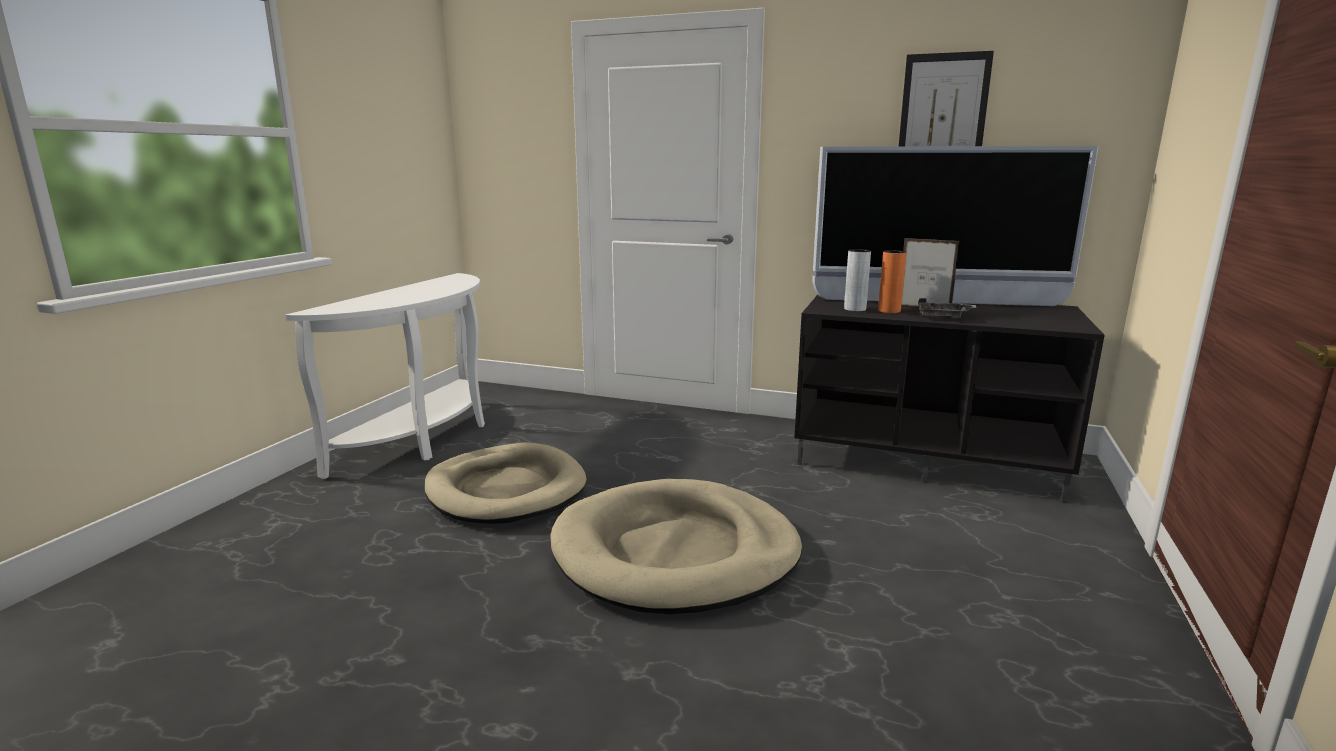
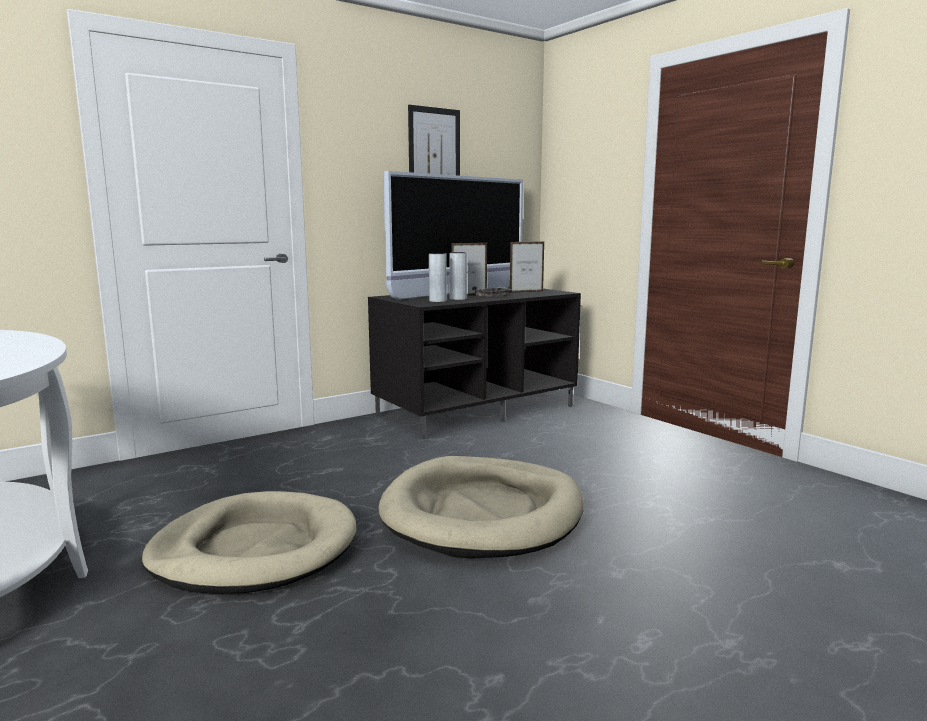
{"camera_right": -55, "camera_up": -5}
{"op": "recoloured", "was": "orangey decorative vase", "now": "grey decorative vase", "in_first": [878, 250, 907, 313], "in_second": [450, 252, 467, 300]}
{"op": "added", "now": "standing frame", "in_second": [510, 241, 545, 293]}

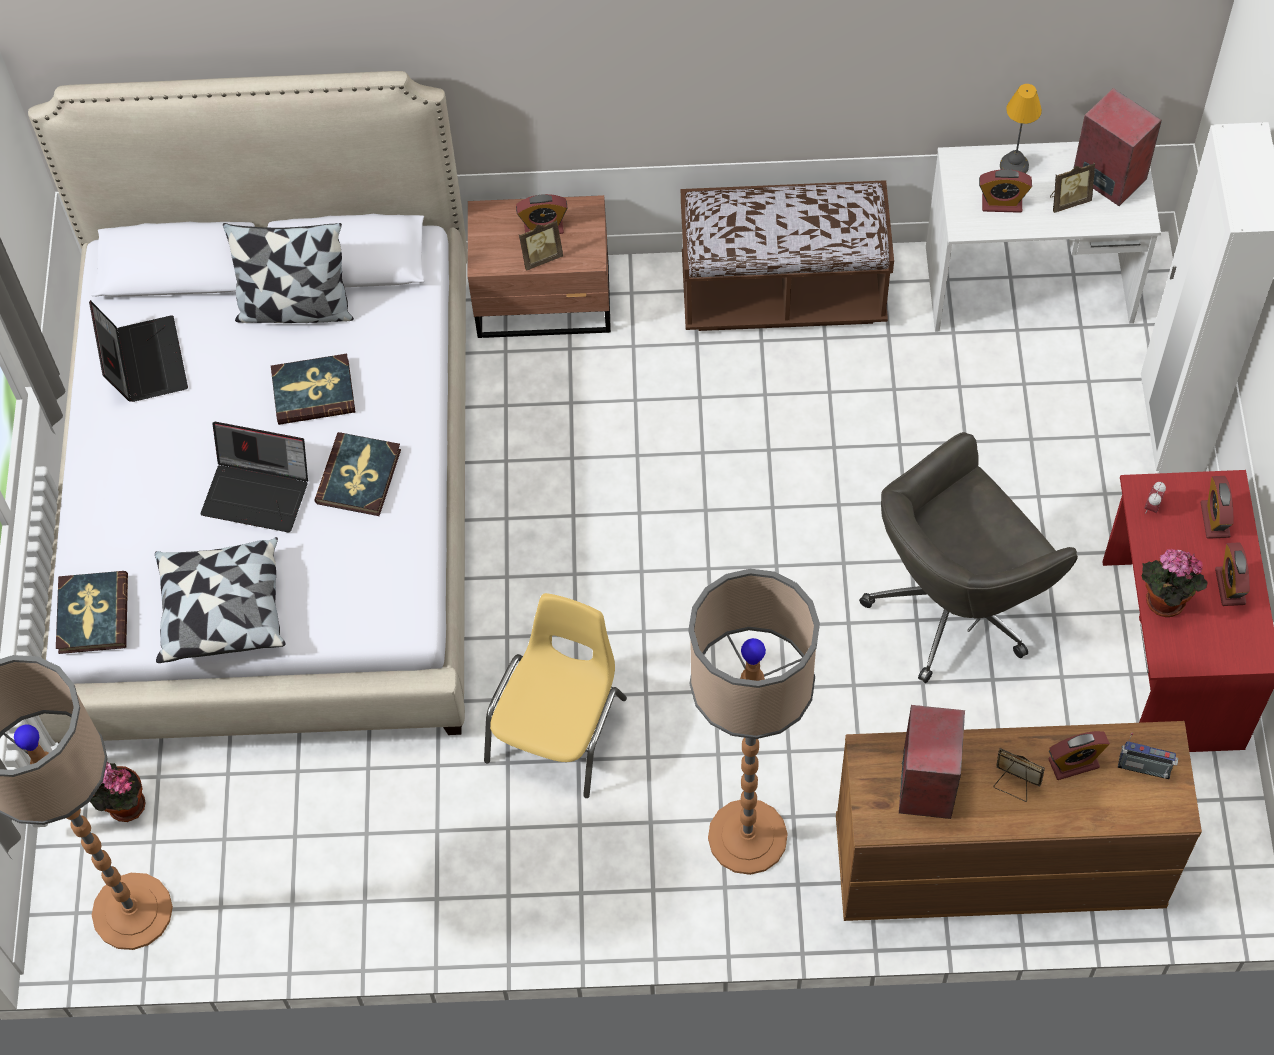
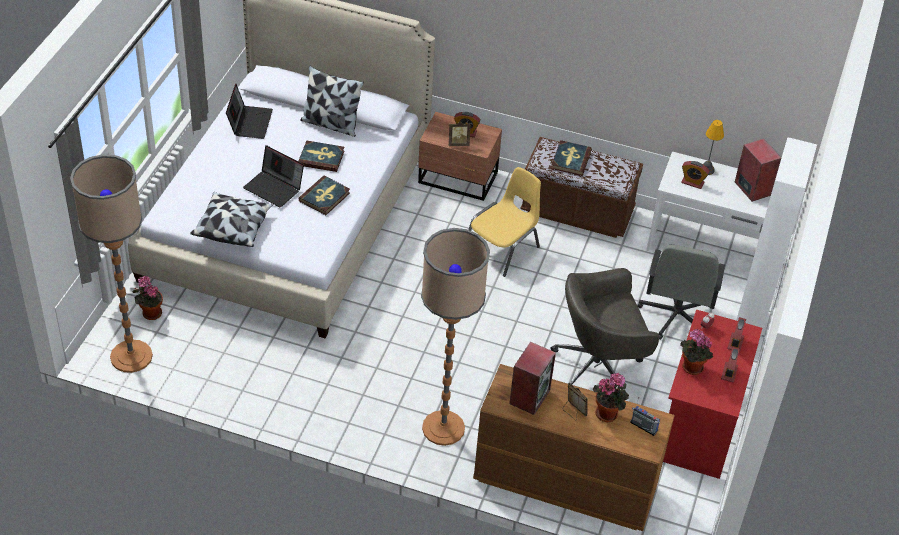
{"camera_right": 15, "camera_up": -15}
{"op": "moved", "was": "book", "in_first": [56, 571, 128, 654], "in_second": [551, 140, 592, 176]}
{"op": "moved", "was": "yellowish upright chair", "in_first": [484, 593, 627, 798], "in_second": [468, 167, 541, 277]}
{"op": "replaced", "was": "bedside clock", "now": "houseplant", "in_first": [1049, 731, 1110, 780], "in_second": [593, 373, 629, 422]}
{"op": "removed", "was": "standing frame", "in_first": [1050, 163, 1095, 213]}
{"op": "added", "now": "grey office chair", "in_second": [637, 245, 725, 340]}

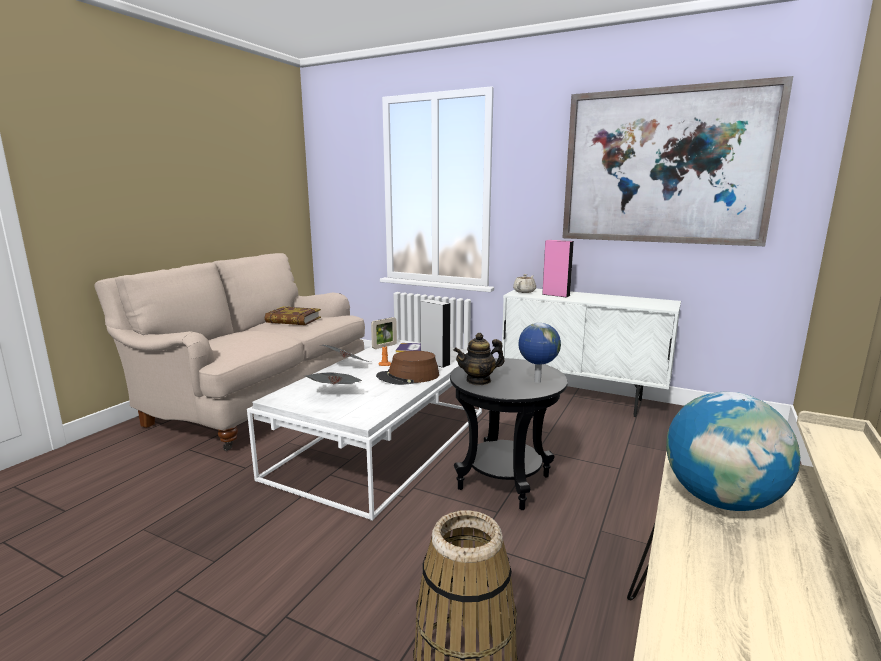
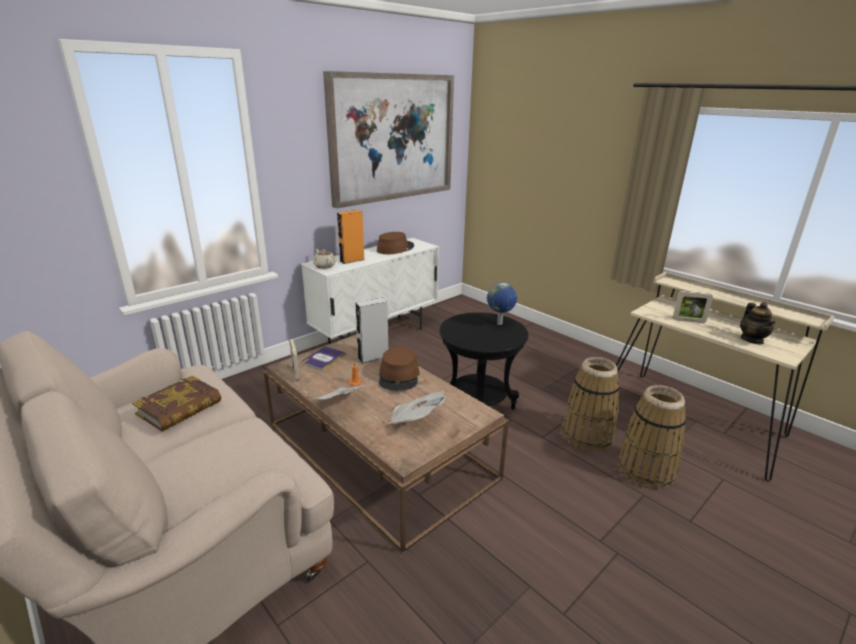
{"camera_right": -70, "camera_up": 10}
{"op": "recoloured", "was": "white-coloured lounge table", "now": "brown lounge table", "in_first": [247, 339, 482, 521], "in_second": [263, 334, 509, 553]}
{"op": "moved", "was": "tea pot", "in_first": [454, 333, 504, 385], "in_second": [740, 302, 775, 344]}
{"op": "recoloured", "was": "pink-coloured loudspeaker", "now": "orangey loudspeaker", "in_first": [542, 240, 574, 298], "in_second": [337, 210, 364, 264]}
{"op": "replaced", "was": "desk globe", "now": "standing frame", "in_first": [666, 391, 800, 511], "in_second": [673, 291, 713, 323]}
{"op": "added", "now": "brown wearable hat", "in_second": [377, 232, 414, 254]}
{"op": "added", "now": "storage basket", "in_second": [561, 357, 619, 452]}

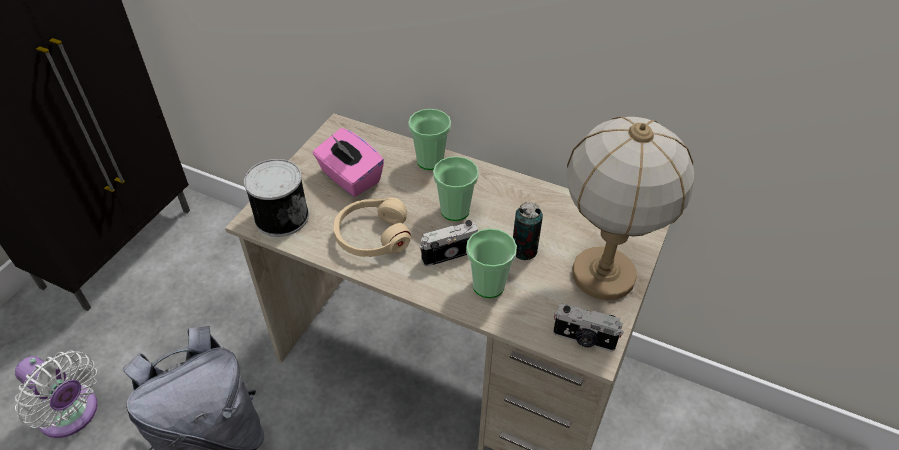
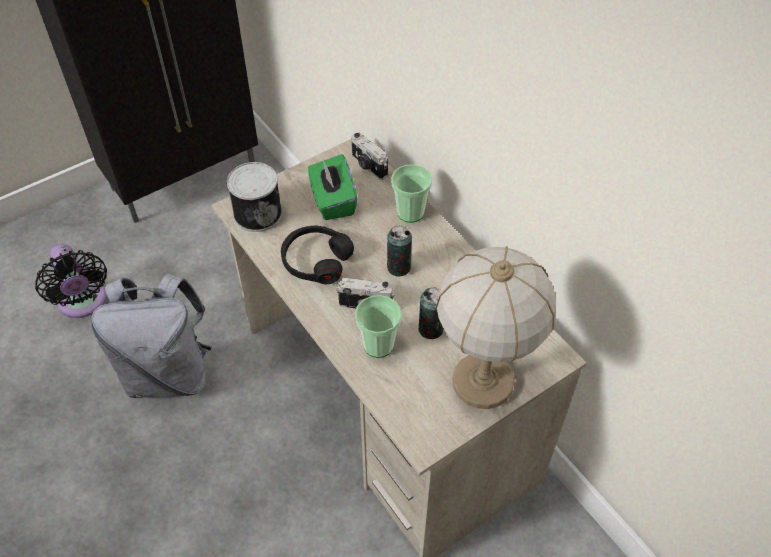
{"camera_right": 30, "camera_up": 5}
{"op": "recoloured", "was": "white-coloured cooling fan", "now": "black-coloured cooling fan", "in_first": [15, 350, 98, 438], "in_second": [35, 244, 107, 318]}
{"op": "recoloured", "was": "pink-coloured tissue holder", "now": "green tissue holder", "in_first": [313, 128, 384, 197], "in_second": [308, 154, 357, 220]}
{"op": "recoloured", "was": "beige-coloured headset", "now": "black-coloured headset", "in_first": [334, 198, 411, 257], "in_second": [281, 226, 354, 284]}
{"op": "replaced", "was": "small cup", "now": "metal can", "in_first": [433, 156, 479, 221], "in_second": [387, 225, 412, 277]}
{"op": "moved", "was": "still camera", "in_first": [553, 304, 624, 352], "in_second": [351, 132, 388, 180]}

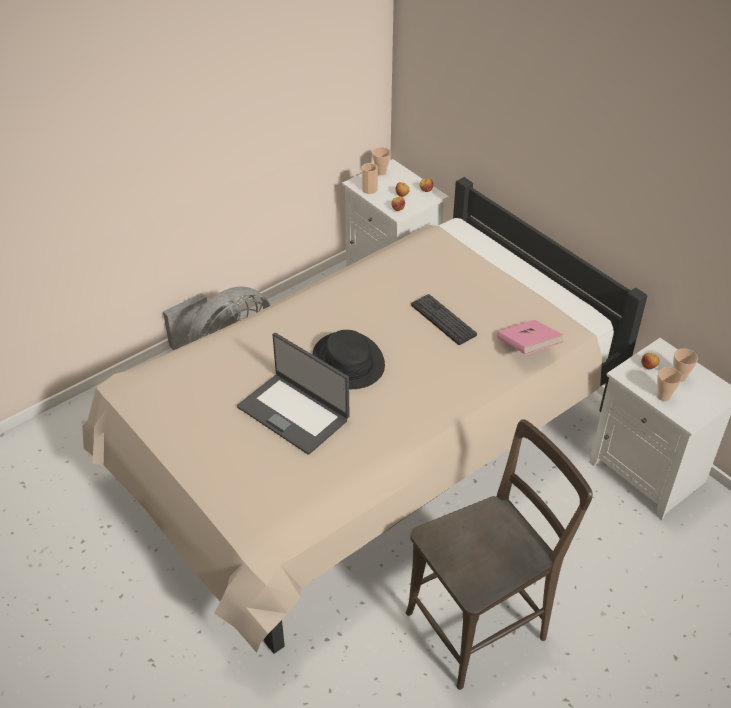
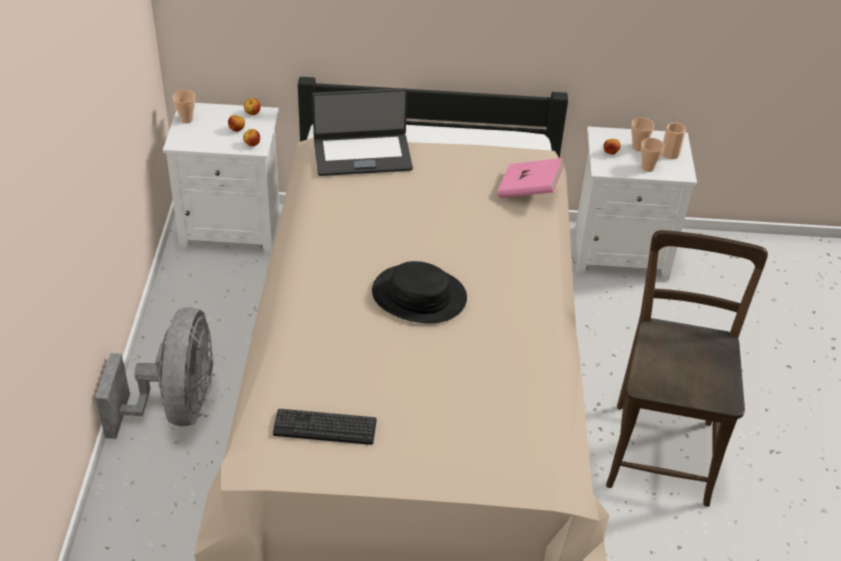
{"camera_right": -50, "camera_up": 0}
{"op": "moved", "was": "notebook computer", "in_first": [237, 333, 350, 455], "in_second": [312, 88, 413, 176]}
{"op": "moved", "was": "small cup", "in_first": [362, 163, 378, 194], "in_second": [662, 122, 686, 159]}
{"op": "moved", "was": "computer keyboard", "in_first": [411, 294, 477, 345], "in_second": [273, 409, 377, 445]}

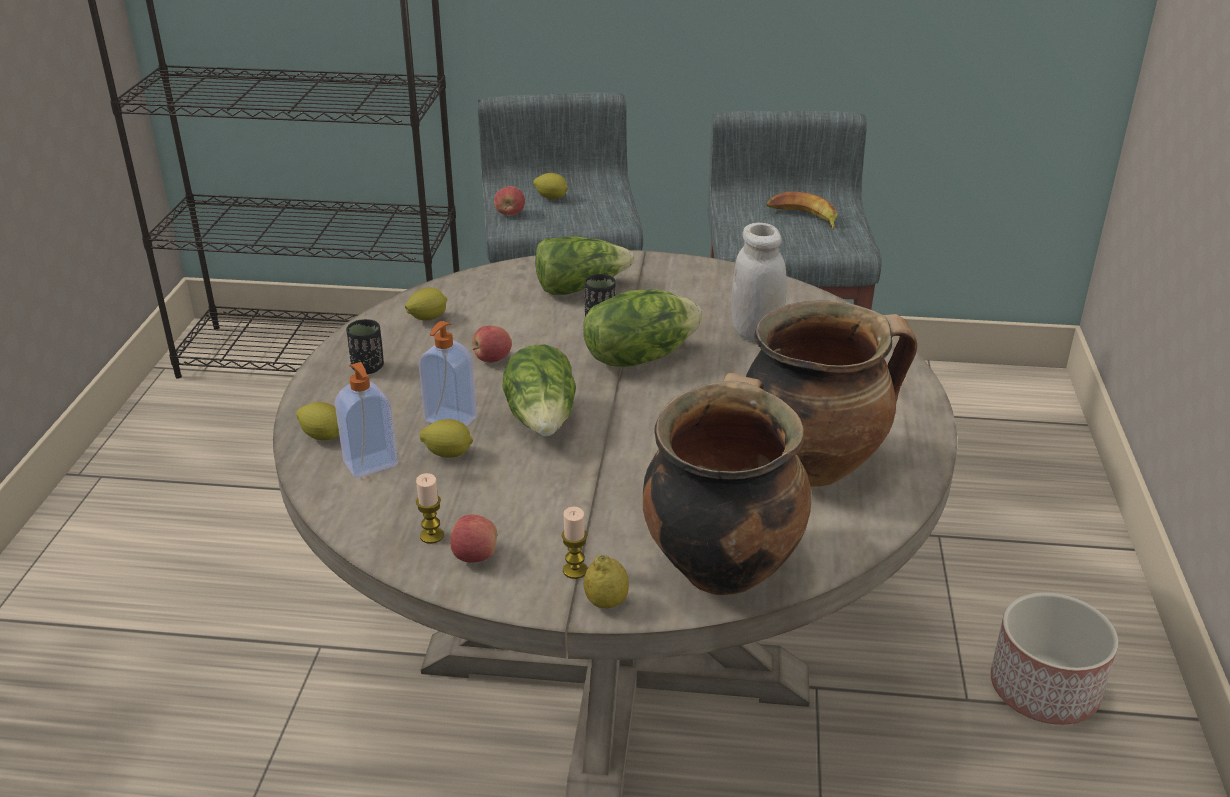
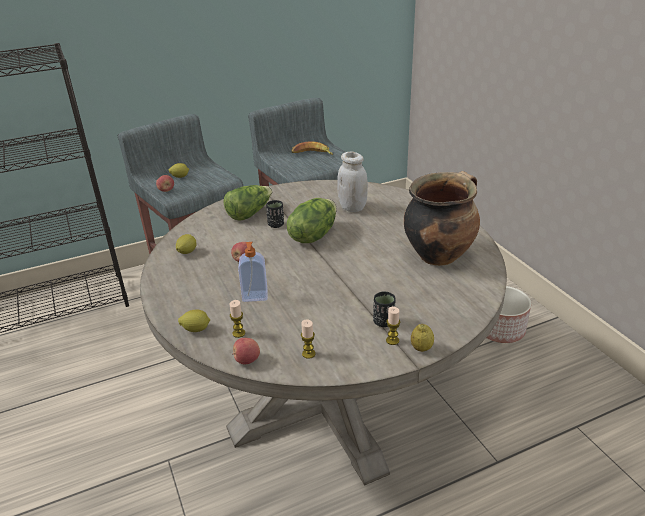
{"camera_right": -30, "camera_up": 0}
{"op": "replaced", "was": "liquid soap bottle", "now": "wax candle", "in_first": [335, 362, 398, 478], "in_second": [230, 300, 245, 338]}
{"op": "moved", "was": "black-coloured small cup", "in_first": [346, 319, 384, 374], "in_second": [373, 292, 396, 327]}
{"op": "removed", "was": "citrus fruit", "in_first": [420, 419, 473, 458]}
{"op": "moved", "was": "whole apple", "in_first": [450, 515, 497, 563], "in_second": [233, 338, 260, 365]}
{"op": "removed", "was": "lettuce head", "in_first": [502, 344, 576, 436]}
{"op": "removed", "was": "cooking pot", "in_first": [643, 373, 811, 596]}

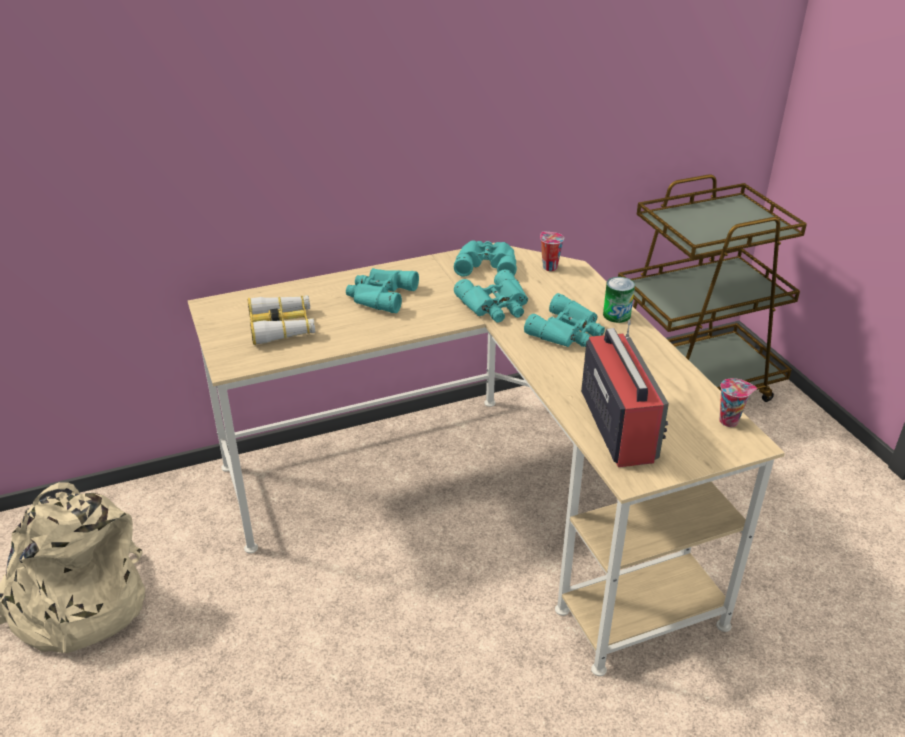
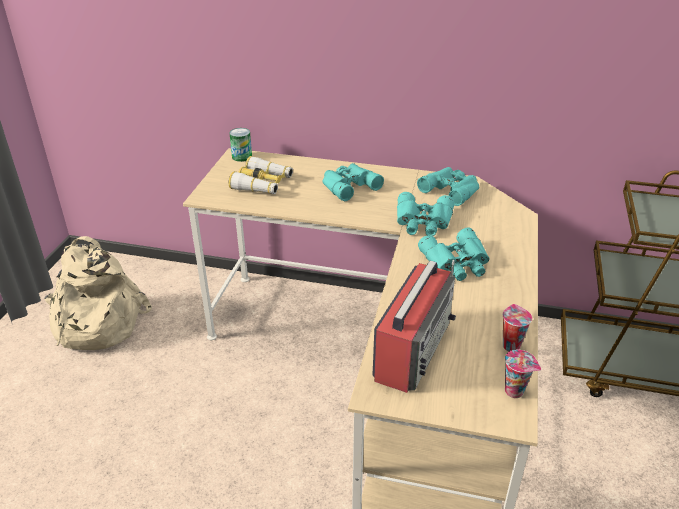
{"camera_right": 35, "camera_up": 0}
{"op": "moved", "was": "small cup", "in_first": [540, 232, 564, 271], "in_second": [503, 304, 532, 351]}
{"op": "moved", "was": "metal can", "in_first": [603, 277, 635, 323], "in_second": [229, 128, 252, 162]}

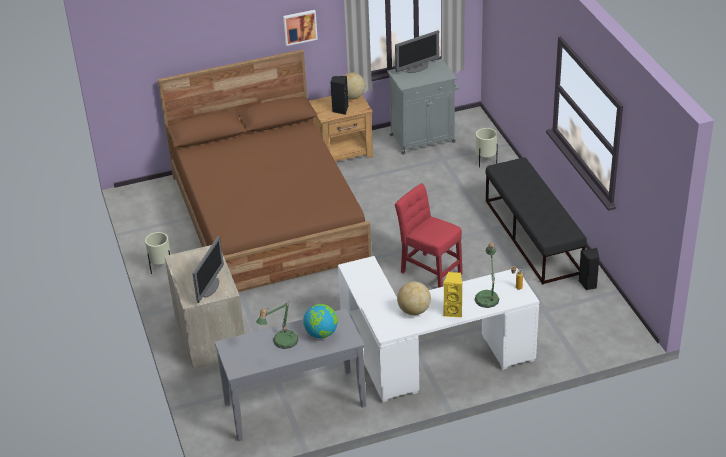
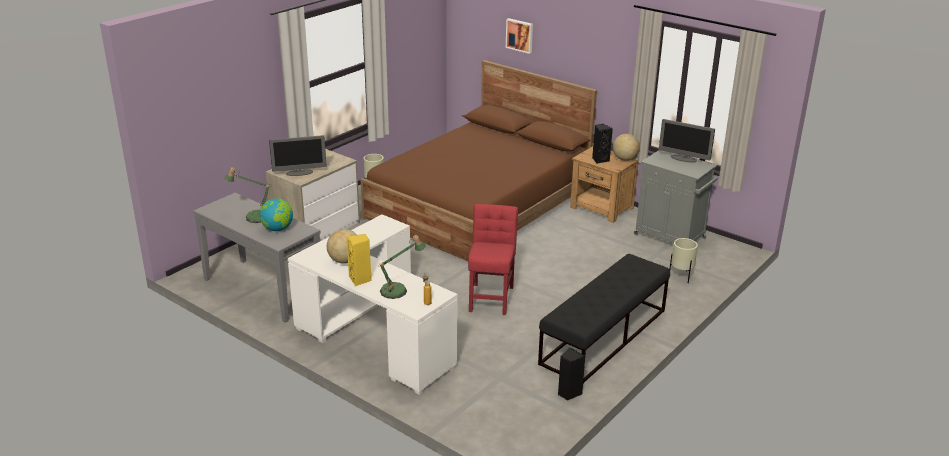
{"camera_right": 55, "camera_up": -10}
{"op": "moved", "was": "wall art", "in_first": [283, 10, 318, 46], "in_second": [506, 18, 533, 54]}

